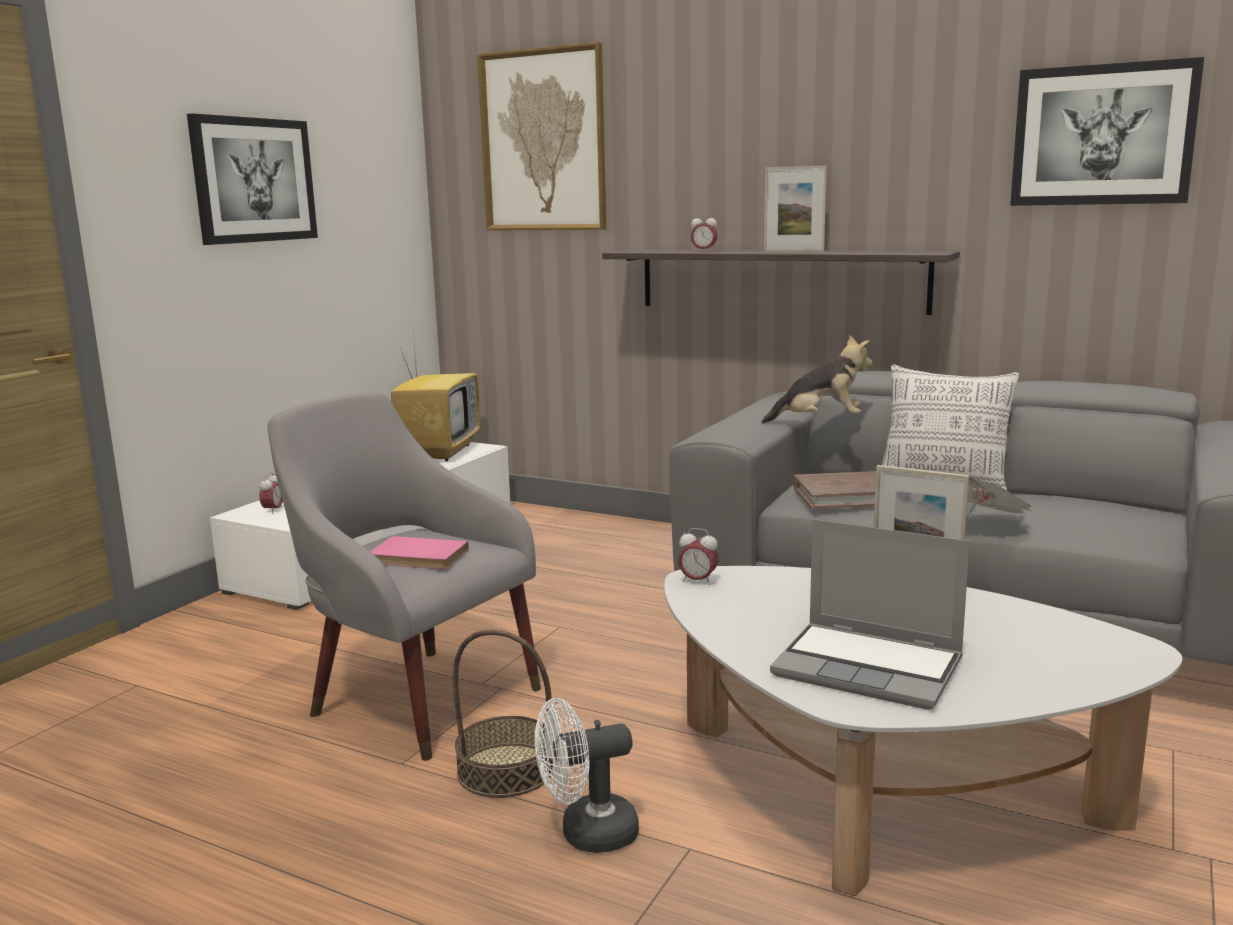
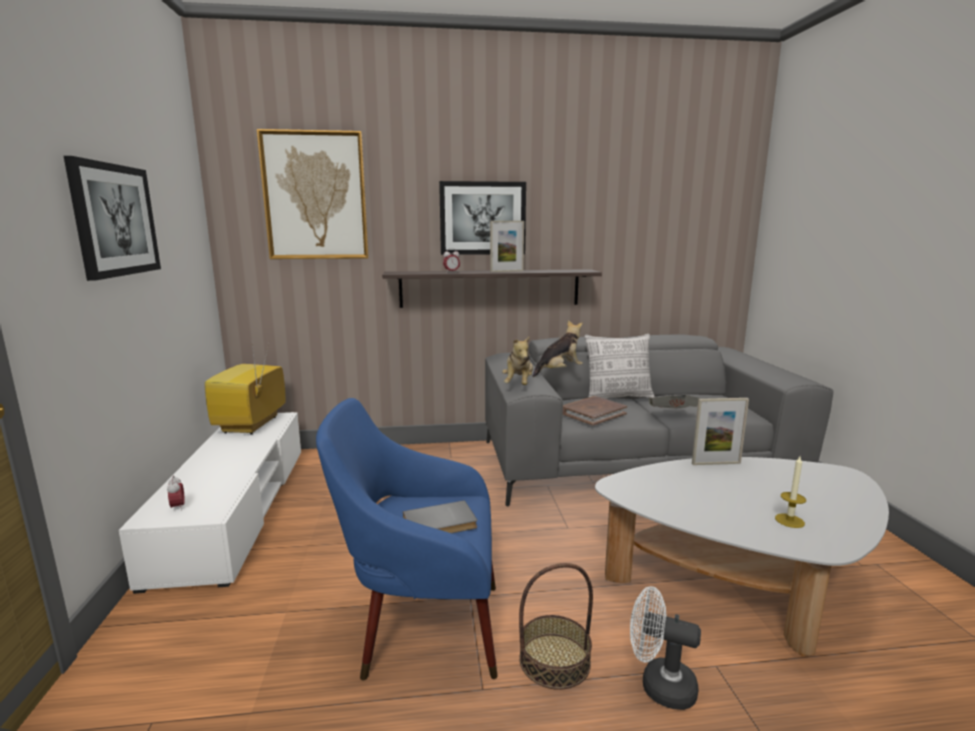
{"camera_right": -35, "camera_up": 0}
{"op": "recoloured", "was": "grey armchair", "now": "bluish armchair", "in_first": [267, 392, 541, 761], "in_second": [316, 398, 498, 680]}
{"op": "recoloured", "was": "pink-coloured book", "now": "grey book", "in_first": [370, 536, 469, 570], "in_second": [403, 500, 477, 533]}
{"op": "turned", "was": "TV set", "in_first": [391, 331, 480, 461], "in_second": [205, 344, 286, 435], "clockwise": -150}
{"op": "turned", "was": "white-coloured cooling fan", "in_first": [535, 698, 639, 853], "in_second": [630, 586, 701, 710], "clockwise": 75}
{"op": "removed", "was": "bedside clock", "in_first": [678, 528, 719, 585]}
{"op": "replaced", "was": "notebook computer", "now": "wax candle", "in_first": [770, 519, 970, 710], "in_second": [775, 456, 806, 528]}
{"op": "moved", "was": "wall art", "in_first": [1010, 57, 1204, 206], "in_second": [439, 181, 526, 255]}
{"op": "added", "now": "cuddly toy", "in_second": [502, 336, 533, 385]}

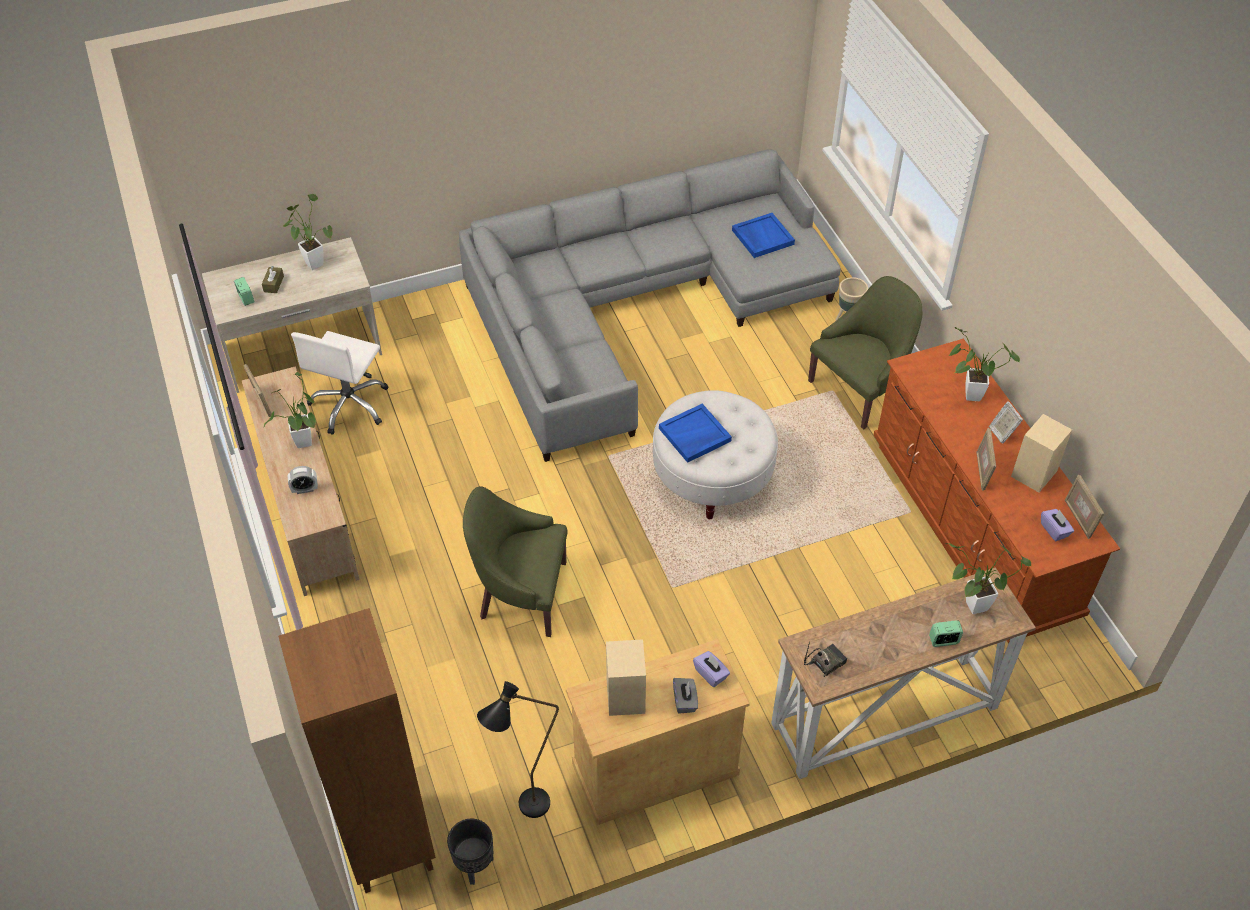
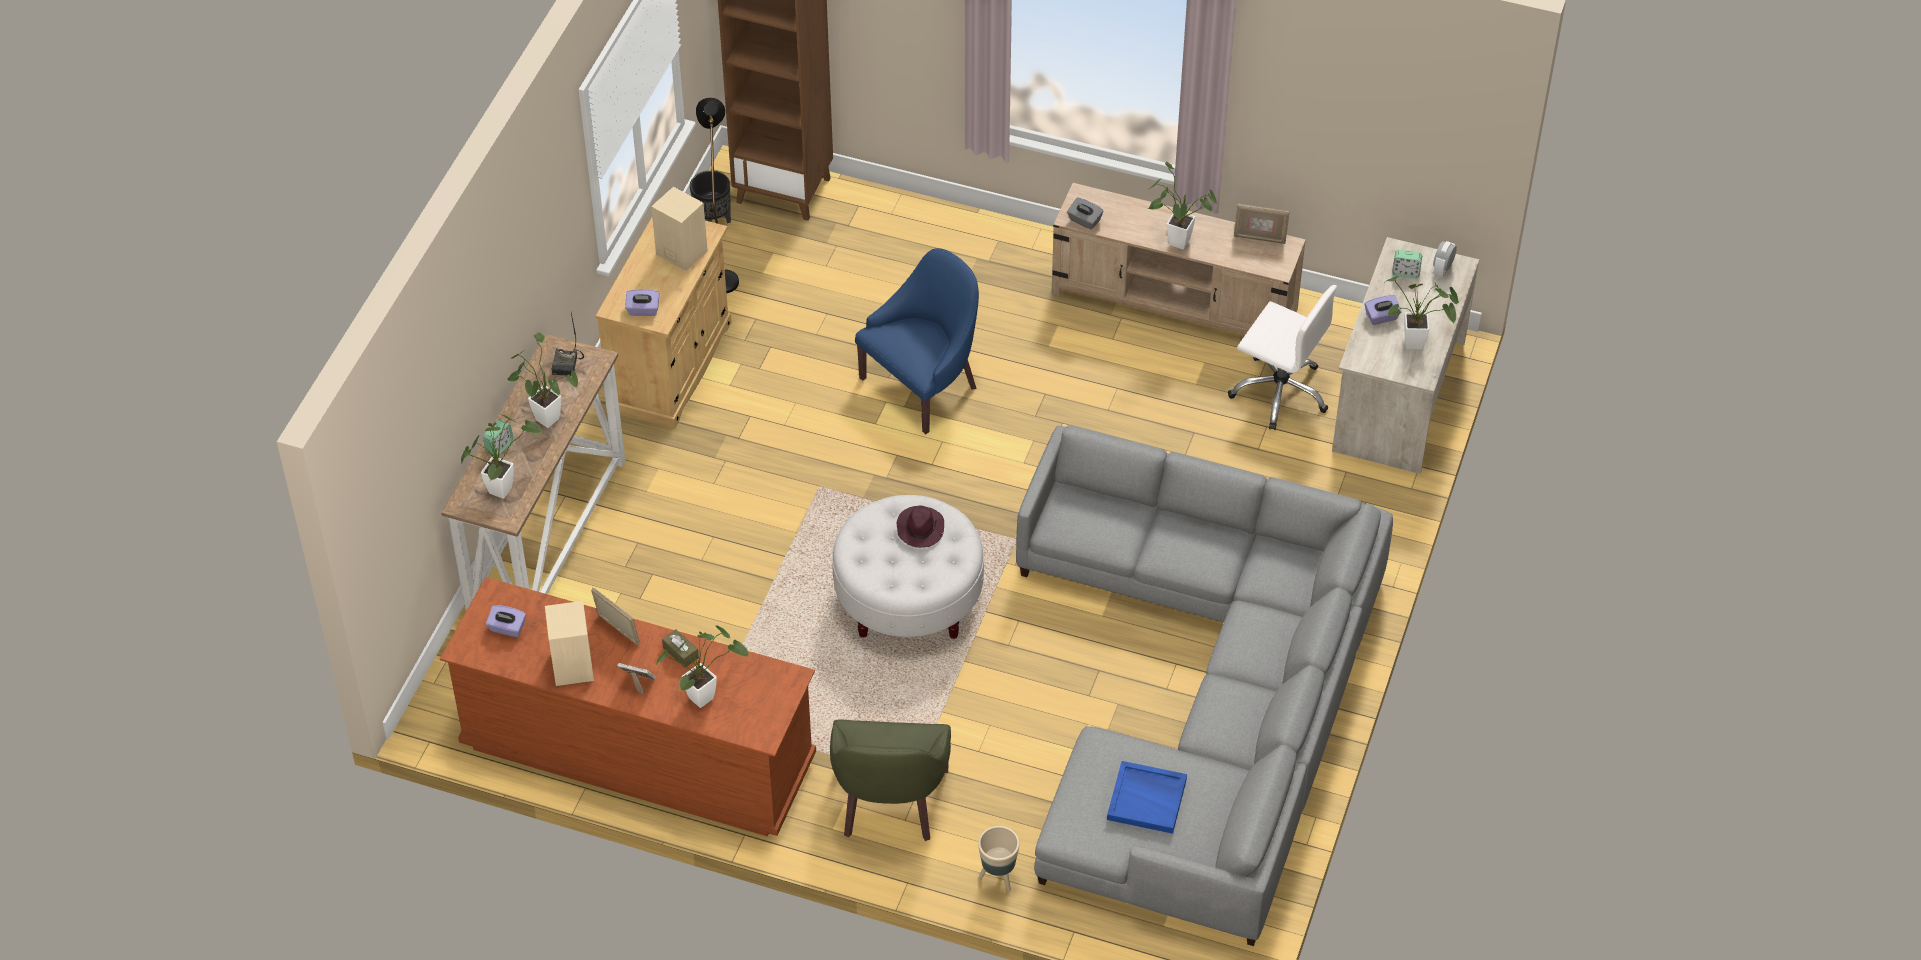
{"camera_right": 130, "camera_up": 0}
{"op": "moved", "was": "brown tissue holder", "in_first": [262, 266, 284, 293], "in_second": [662, 629, 699, 668]}
{"op": "moved", "was": "bedside clock", "in_first": [288, 466, 318, 494], "in_second": [1433, 241, 1457, 277]}
{"op": "turned", "was": "white-coloured office chair", "in_first": [291, 331, 389, 435], "in_second": [1228, 285, 1337, 430], "clockwise": 150}
{"op": "recoloured", "was": "green armchair", "now": "bluish armchair", "in_first": [463, 486, 568, 637], "in_second": [855, 248, 979, 434]}
{"op": "replaced", "was": "bluish carrying tray", "now": "purple wearable hat", "in_first": [659, 403, 732, 463], "in_second": [897, 506, 944, 548]}
{"op": "moved", "was": "grey tissue holder", "in_first": [673, 678, 698, 714], "in_second": [1067, 198, 1103, 230]}
{"op": "removed", "was": "standing frame", "in_first": [1065, 475, 1104, 539]}
{"op": "added", "now": "houseplant", "in_second": [507, 332, 578, 428]}
{"op": "added", "now": "purple tissue holder", "in_second": [1365, 295, 1402, 325]}

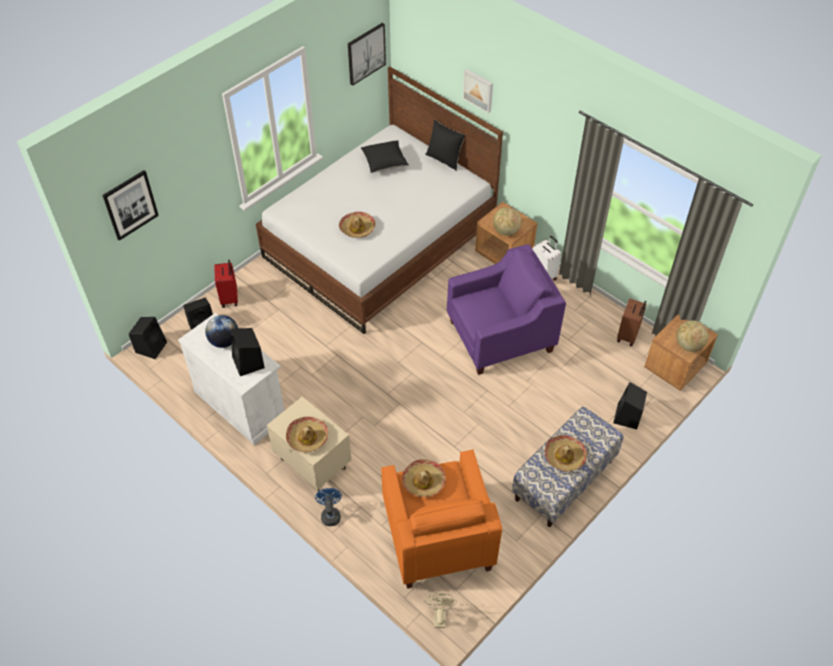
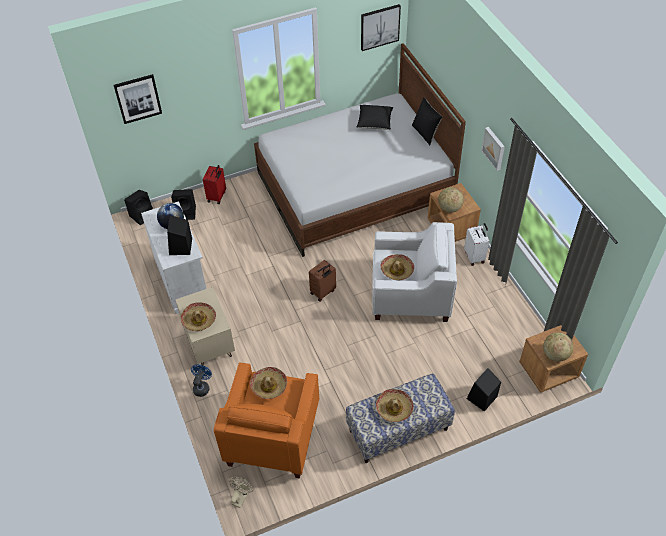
{"camera_right": 25, "camera_up": 0}
{"op": "moved", "was": "wearable hat", "in_first": [339, 212, 375, 238], "in_second": [381, 254, 414, 280]}
{"op": "recoloured", "was": "purple armchair", "now": "white-coloured armchair", "in_first": [447, 244, 566, 375], "in_second": [372, 222, 457, 322]}
{"op": "moved", "was": "wall art", "in_first": [463, 69, 493, 113], "in_second": [481, 127, 505, 171]}
{"op": "moved", "was": "brown travel case", "in_first": [617, 298, 647, 346], "in_second": [309, 260, 336, 302]}

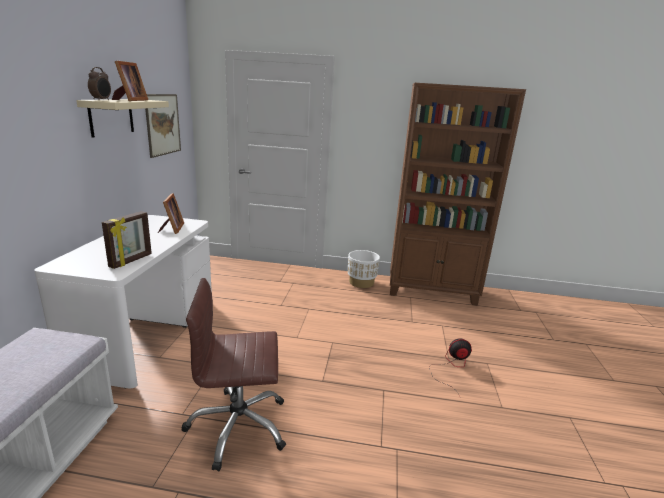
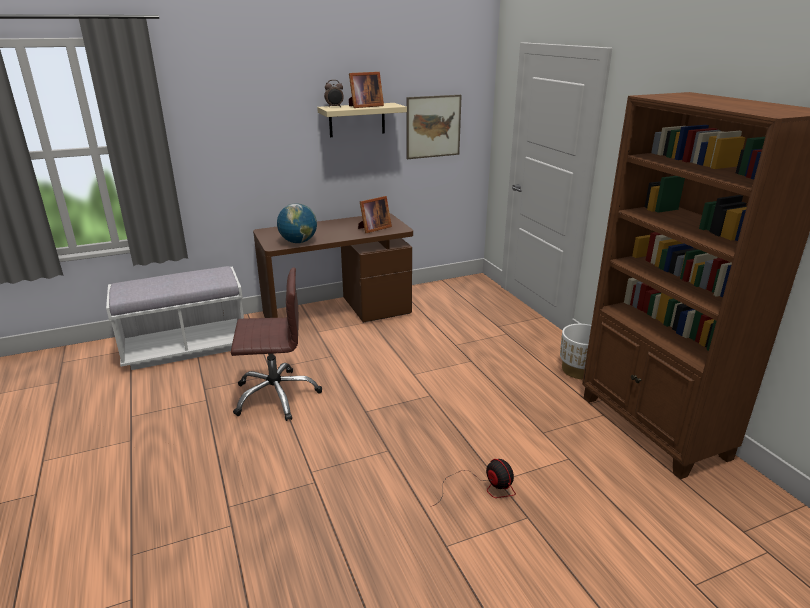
{"camera_right": 60, "camera_up": 5}
{"op": "recoloured", "was": "white-coloured desk table", "now": "brown desk table", "in_first": [34, 215, 212, 389], "in_second": [253, 213, 413, 323]}
{"op": "replaced", "was": "standing frame", "now": "desk globe", "in_first": [102, 211, 152, 269], "in_second": [277, 203, 317, 243]}
{"op": "turned", "was": "brown office chair", "in_first": [181, 278, 286, 471], "in_second": [231, 267, 322, 421], "clockwise": 120}

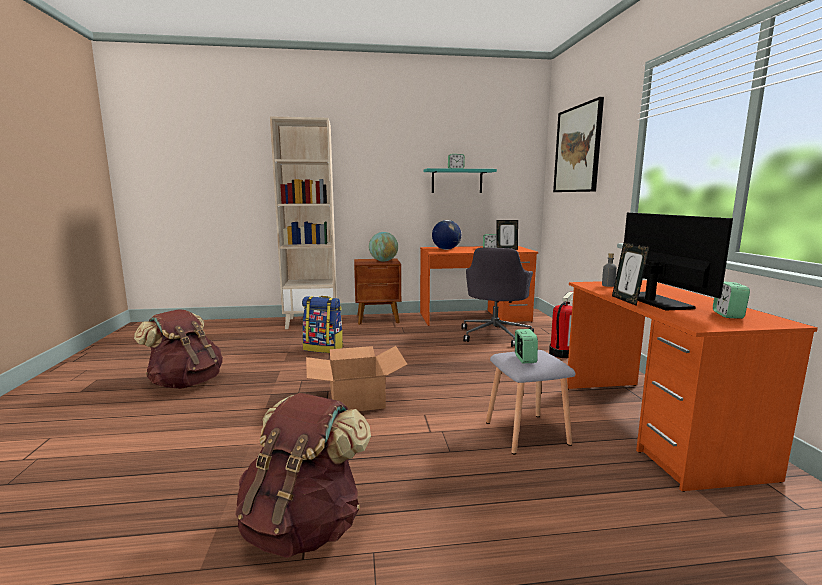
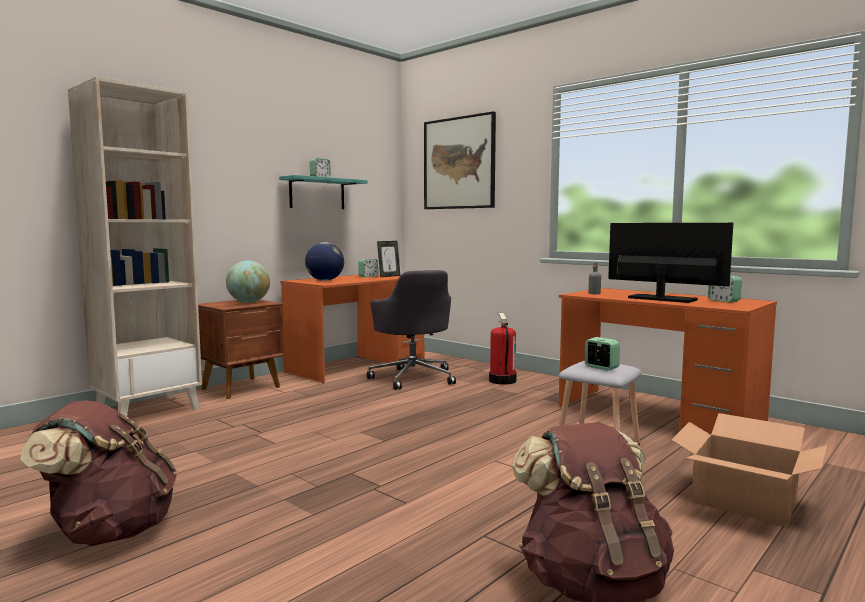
{"camera_right": -40, "camera_up": -5}
{"op": "removed", "was": "rucksack", "in_first": [302, 296, 344, 353]}
{"op": "moved", "was": "cardboard box", "in_first": [306, 346, 408, 411], "in_second": [672, 413, 827, 527]}
{"op": "removed", "was": "standing frame", "in_first": [612, 242, 650, 306]}

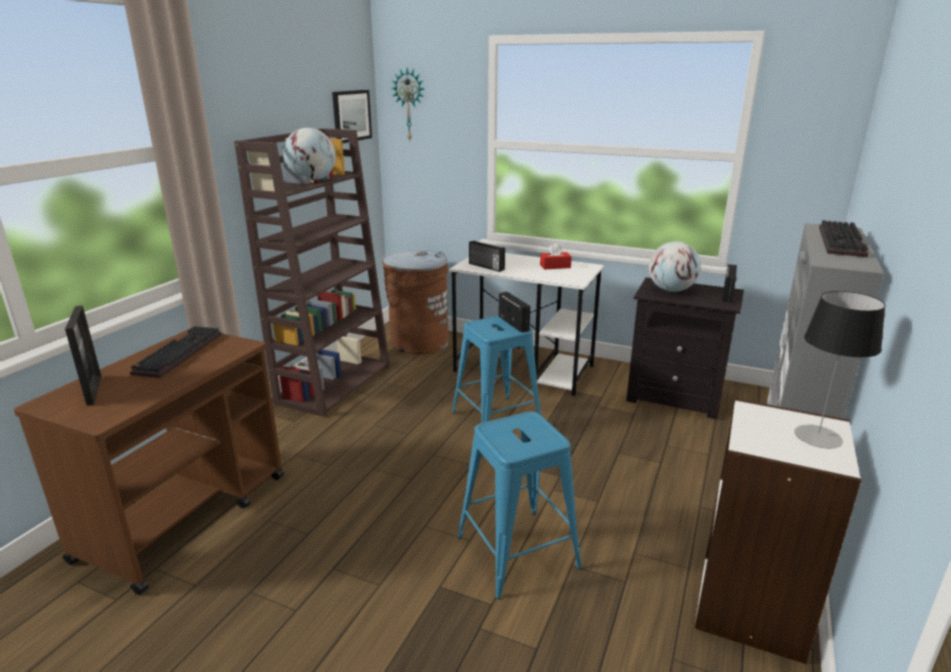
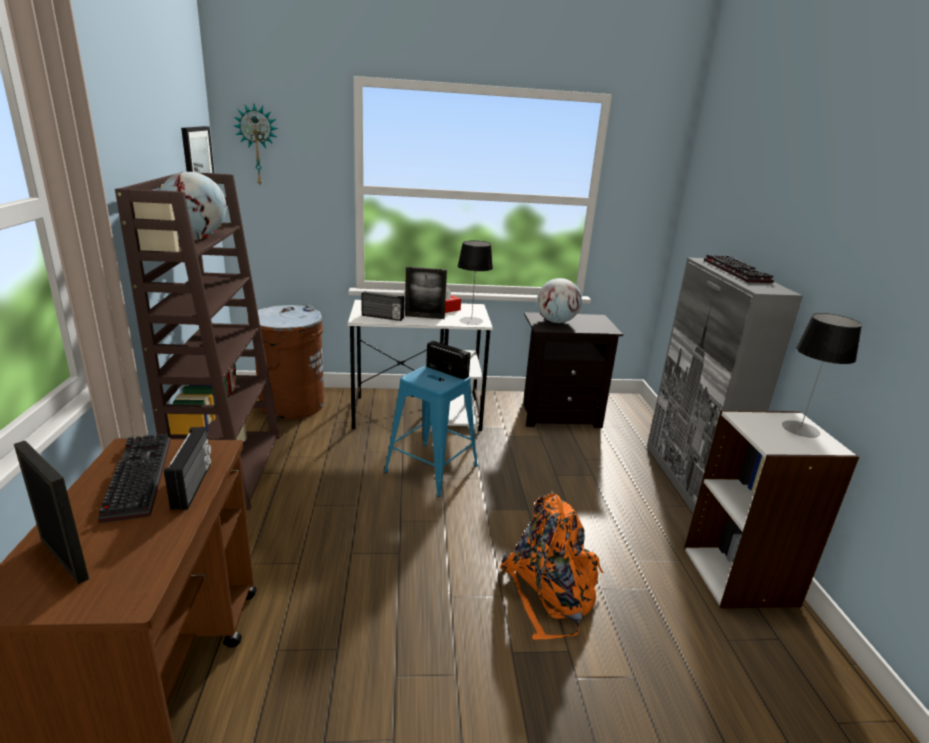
{"camera_right": -30, "camera_up": 0}
{"op": "replaced", "was": "bluish stool seat", "now": "orangey rucksack", "in_first": [457, 411, 582, 599], "in_second": [500, 494, 604, 640]}
{"op": "moved", "was": "radio receiver", "in_first": [722, 264, 737, 303], "in_second": [164, 427, 211, 510]}
{"op": "added", "now": "standing frame", "in_second": [405, 266, 447, 319]}
{"op": "added", "now": "lamp for a table", "in_second": [458, 240, 493, 325]}

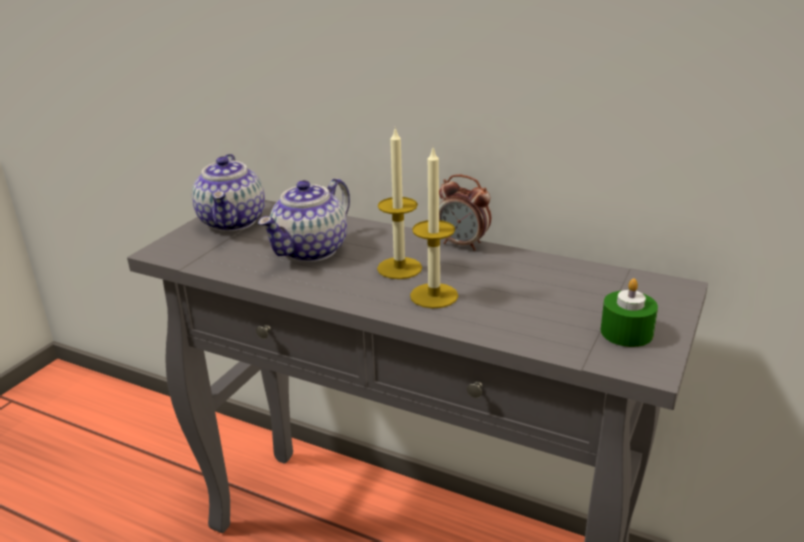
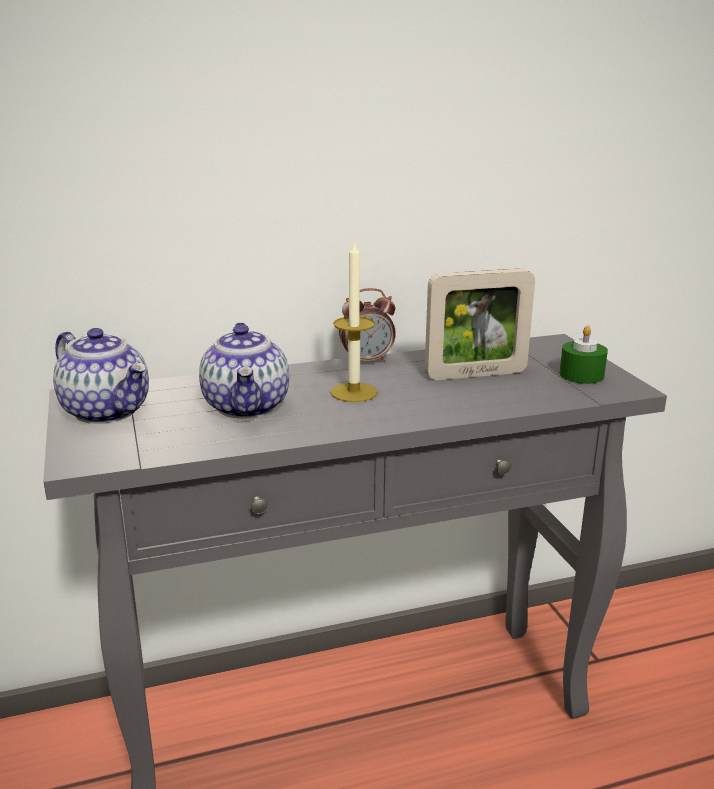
{"camera_right": -45, "camera_up": -5}
{"op": "removed", "was": "wax candle", "in_first": [410, 148, 458, 309]}
{"op": "added", "now": "standing frame", "in_second": [425, 268, 535, 380]}

